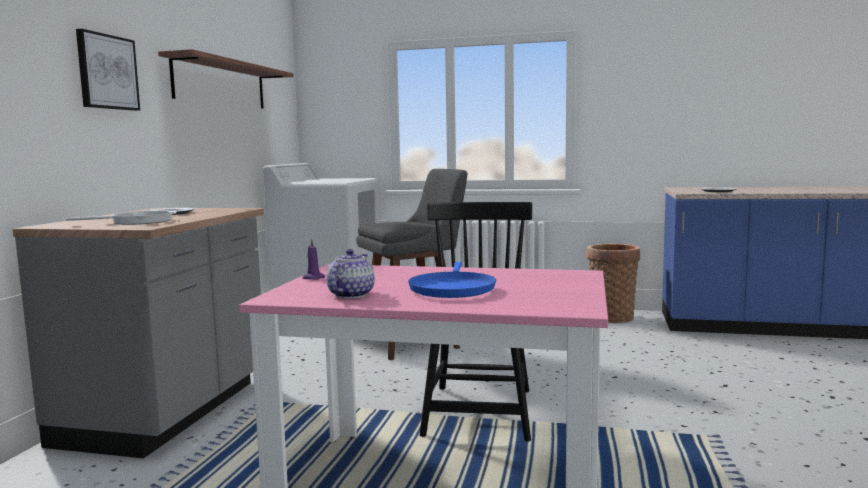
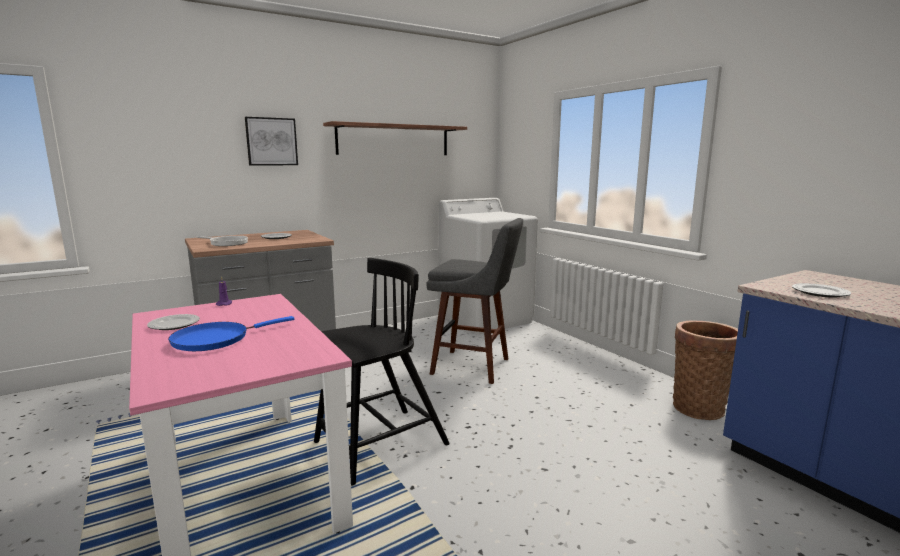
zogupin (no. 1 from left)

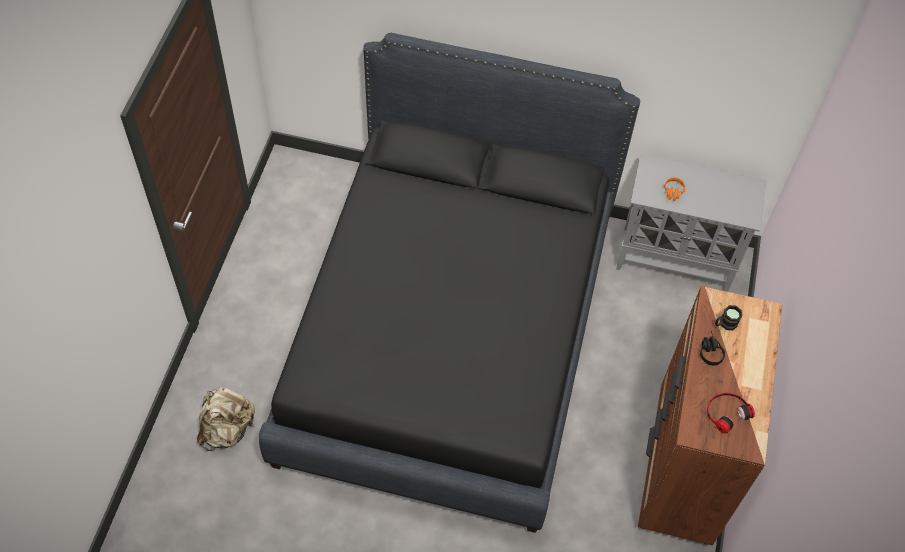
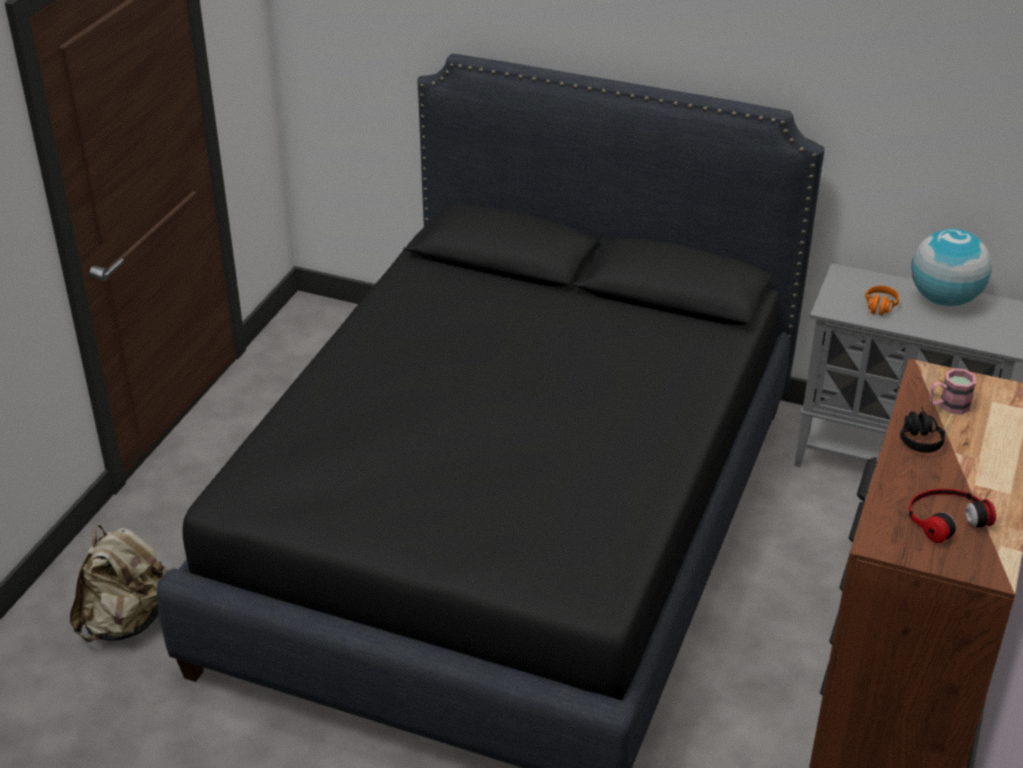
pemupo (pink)
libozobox

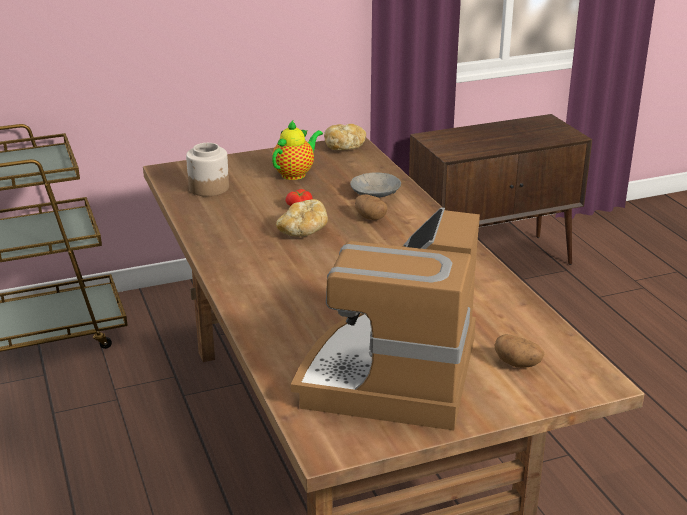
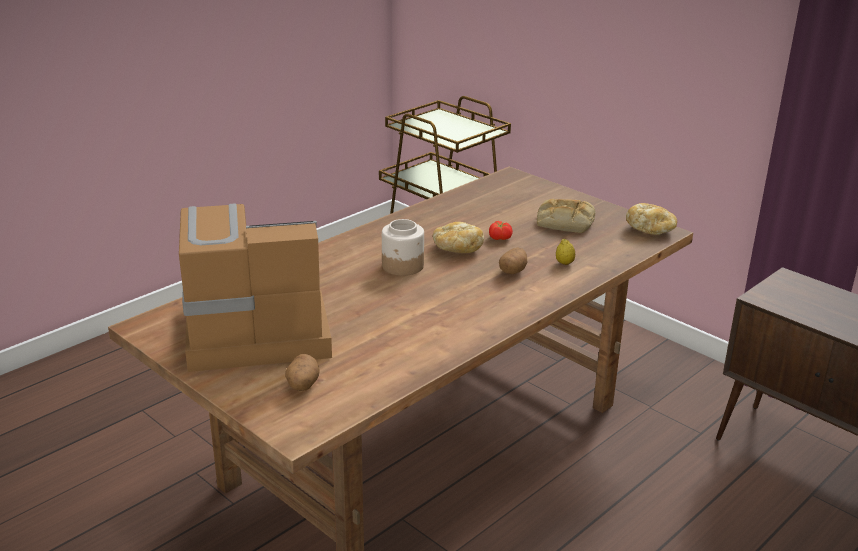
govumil
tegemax (no. 2 from left)
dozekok

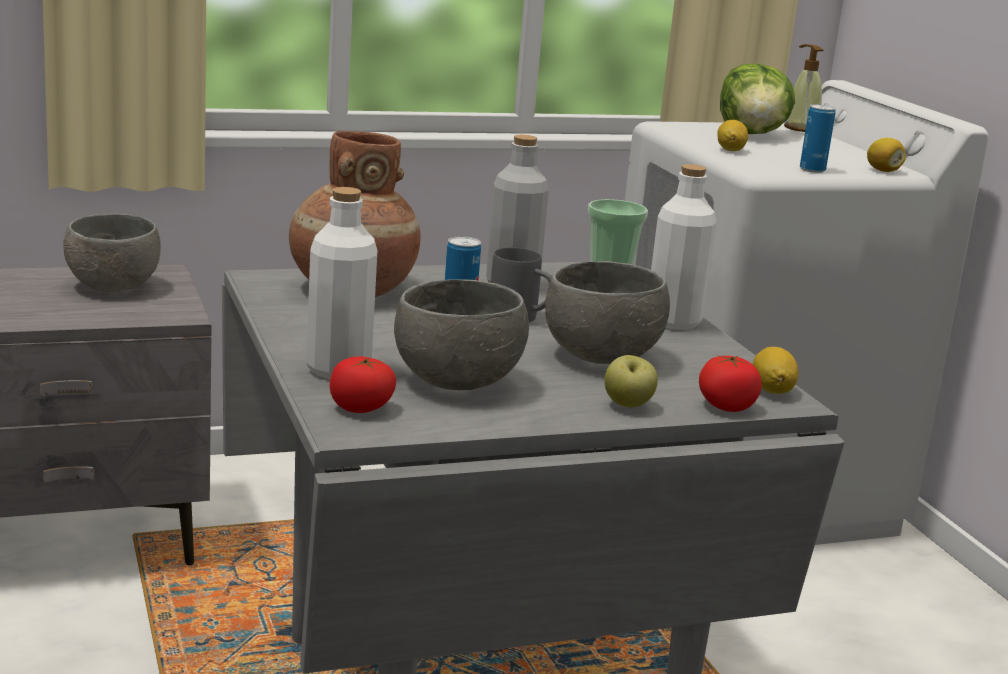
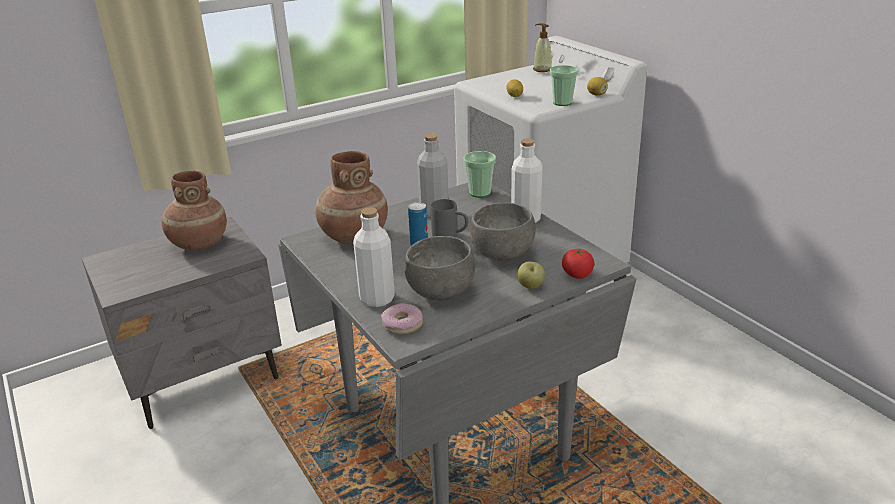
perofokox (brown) (no. 1 from left)
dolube
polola
dozekok (no. 2 from left in the first image)
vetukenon (no. 2 from left)

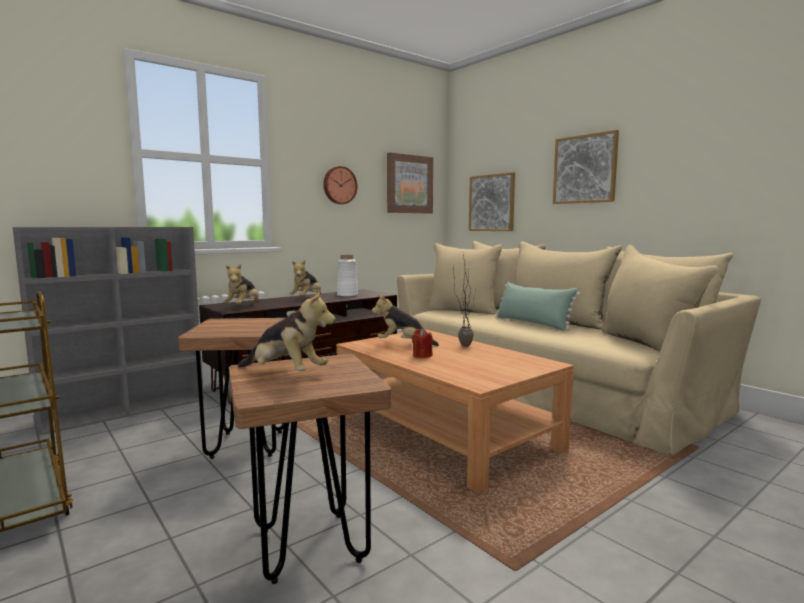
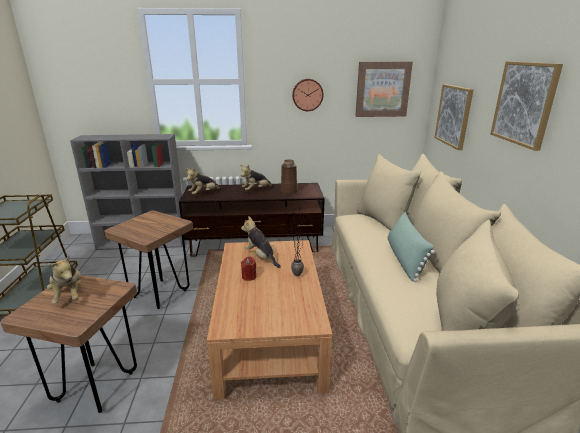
perofokox (brown)

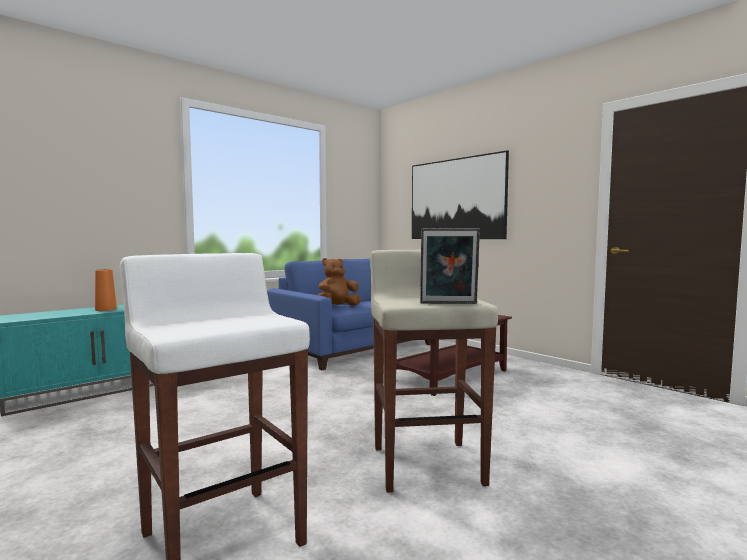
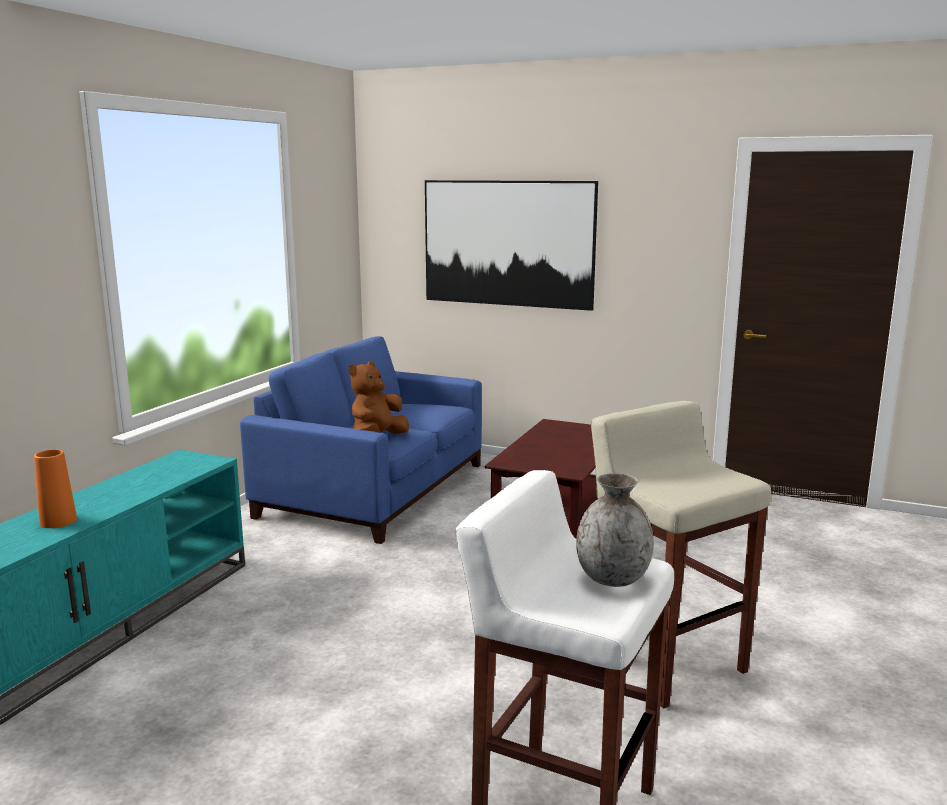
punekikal
perofokox (grey)

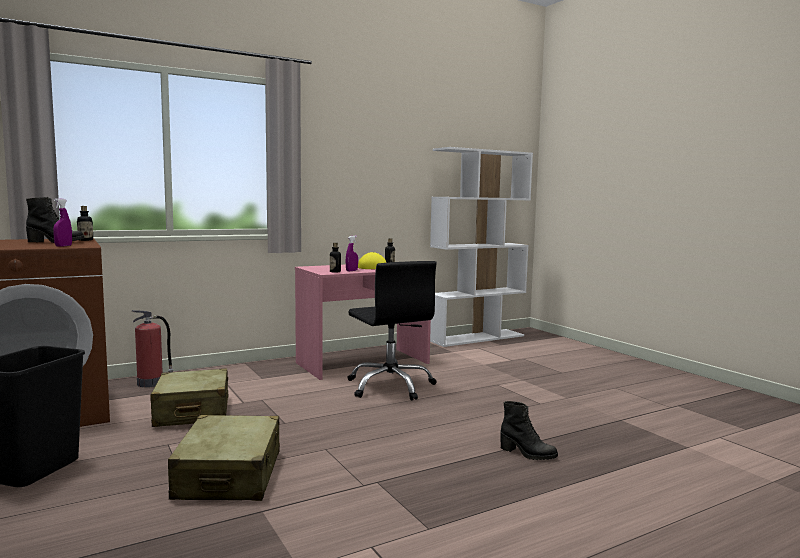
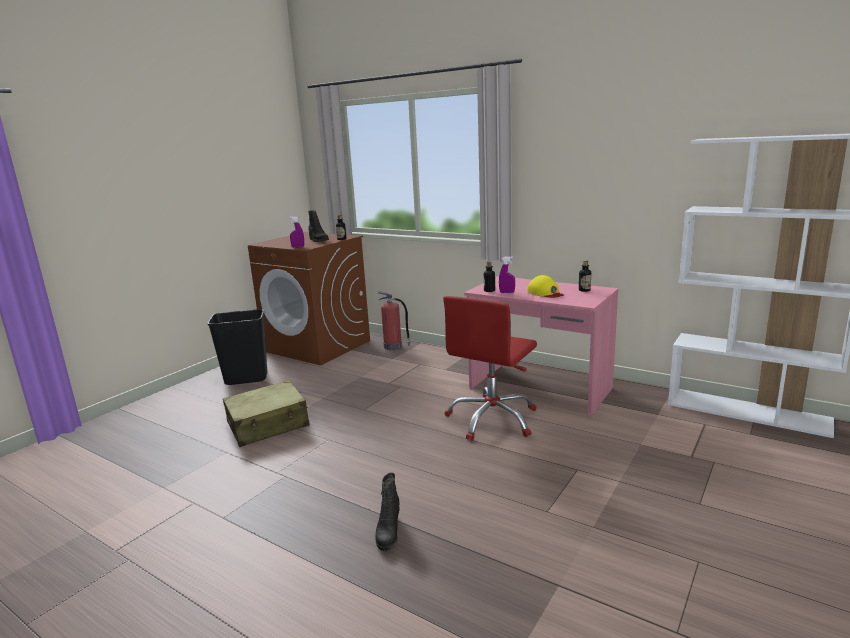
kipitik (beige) (no. 1 from left in the first image)
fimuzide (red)

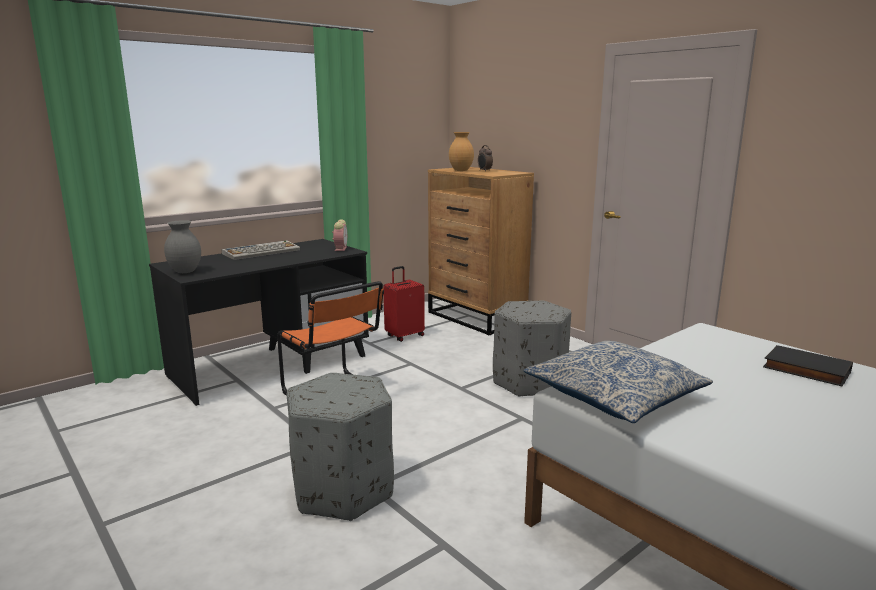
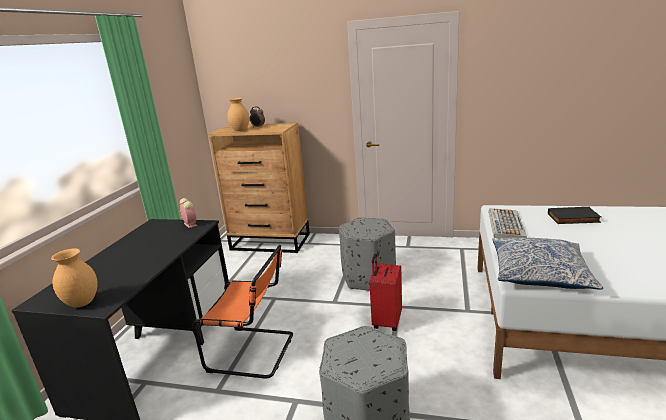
perofokox (brown) (no. 1 from left)
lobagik
kipitik (red)

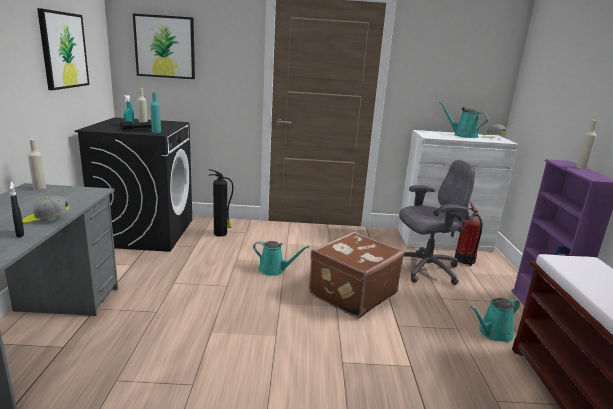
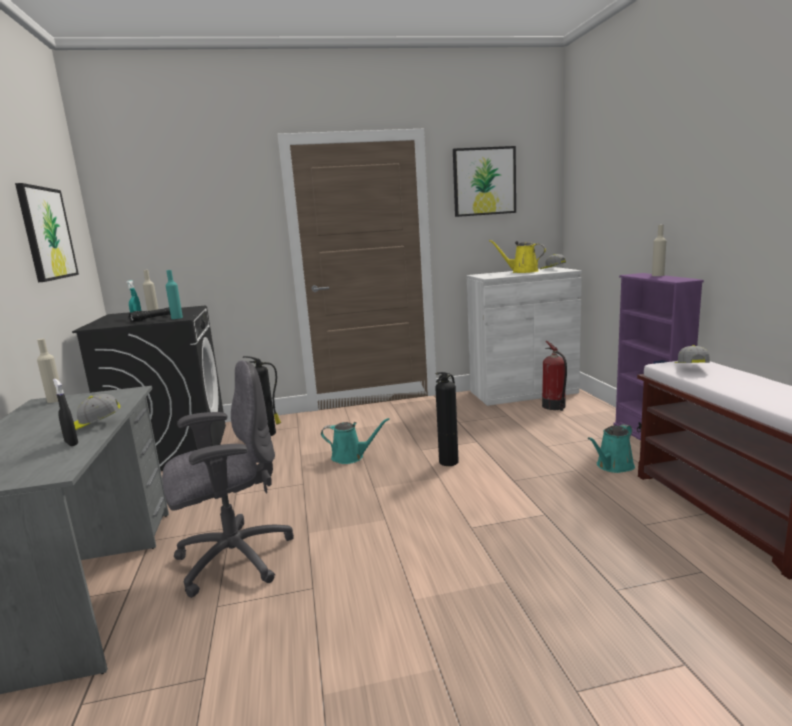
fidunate (no. 2 from left)
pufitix (no. 2 from left)
fimuzide (grey)
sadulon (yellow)
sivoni (no. 3 from left)

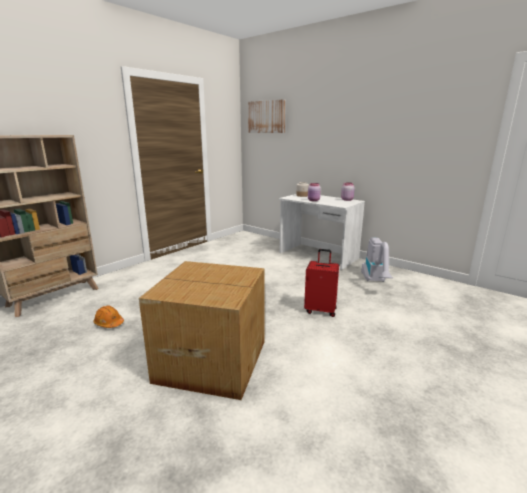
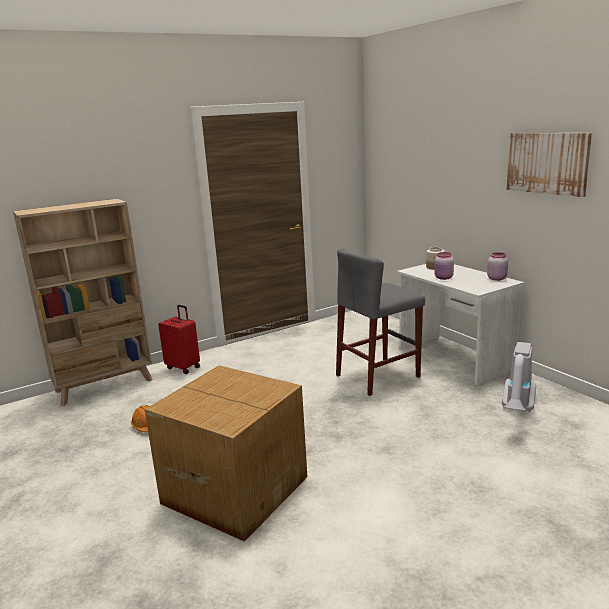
fidunate
kipitik (red)
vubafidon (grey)

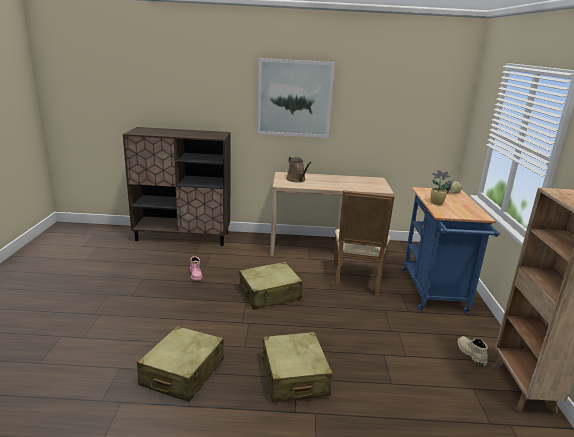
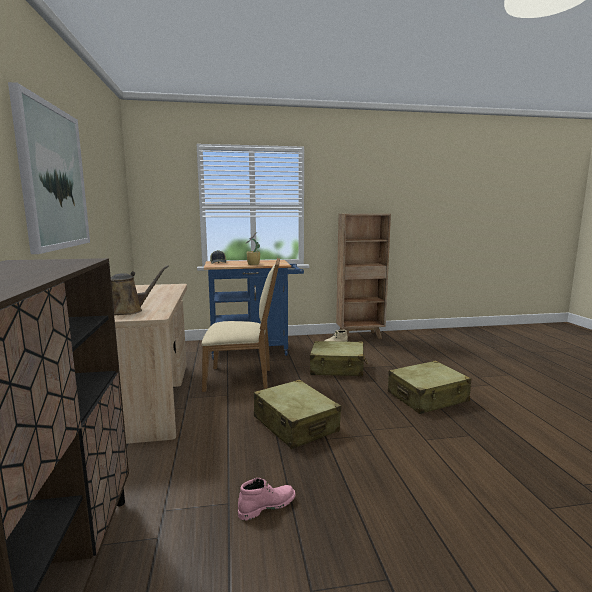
kipitik (beige) (no. 2 from left)

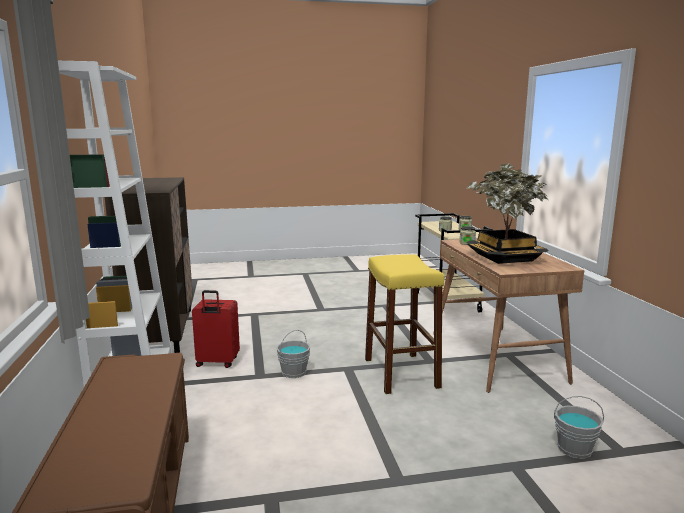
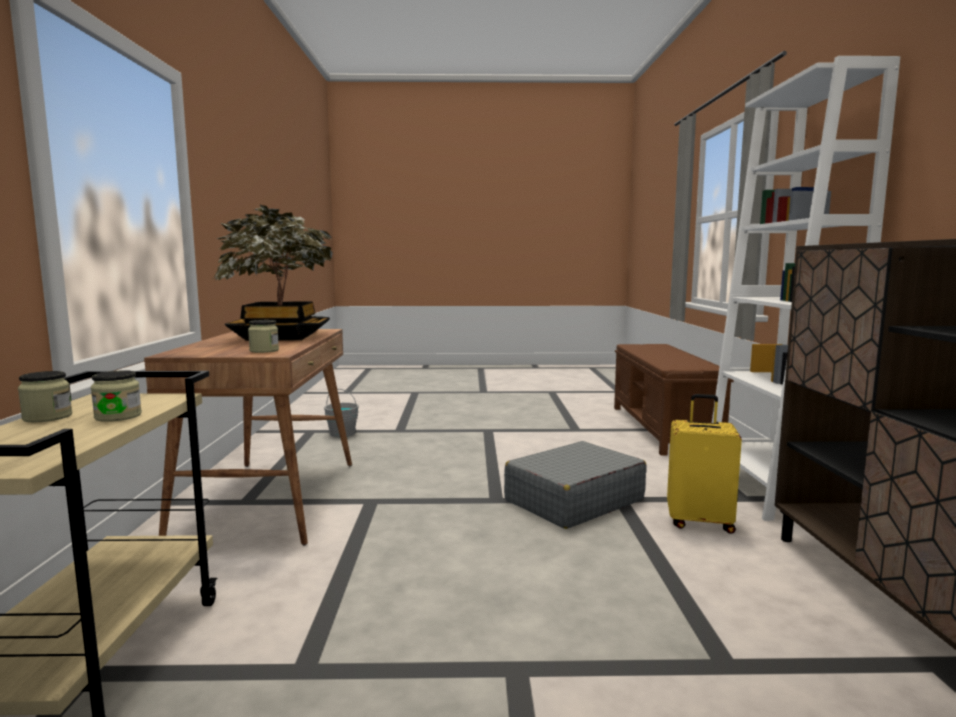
kipitik (yellow)
kipitik (grey)
vubafidon (yellow)

